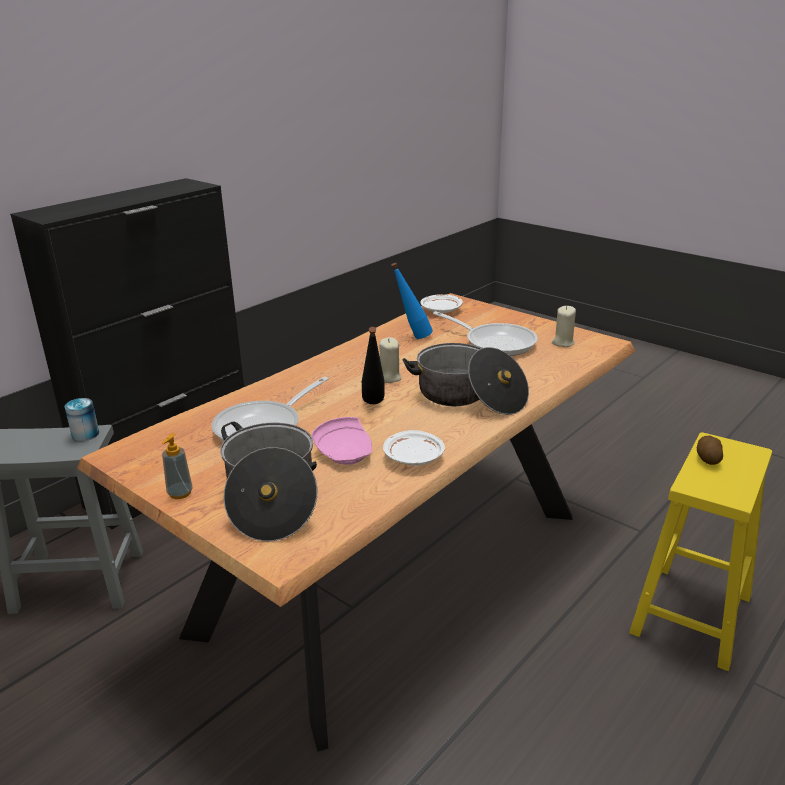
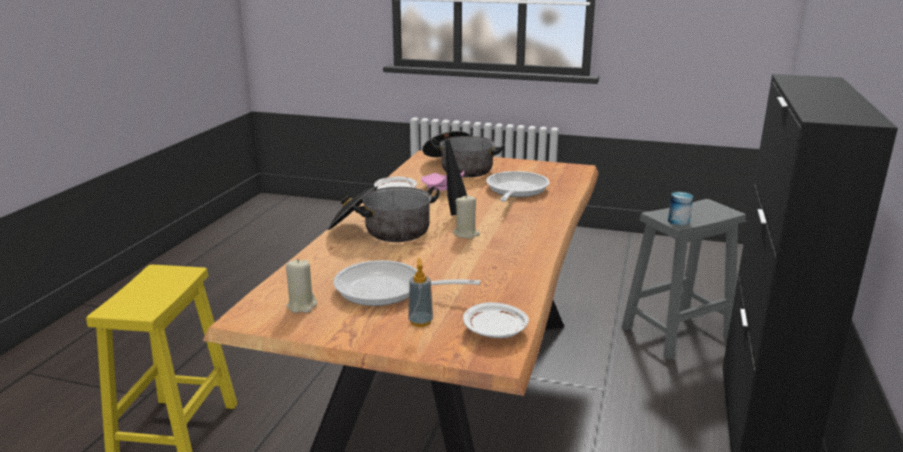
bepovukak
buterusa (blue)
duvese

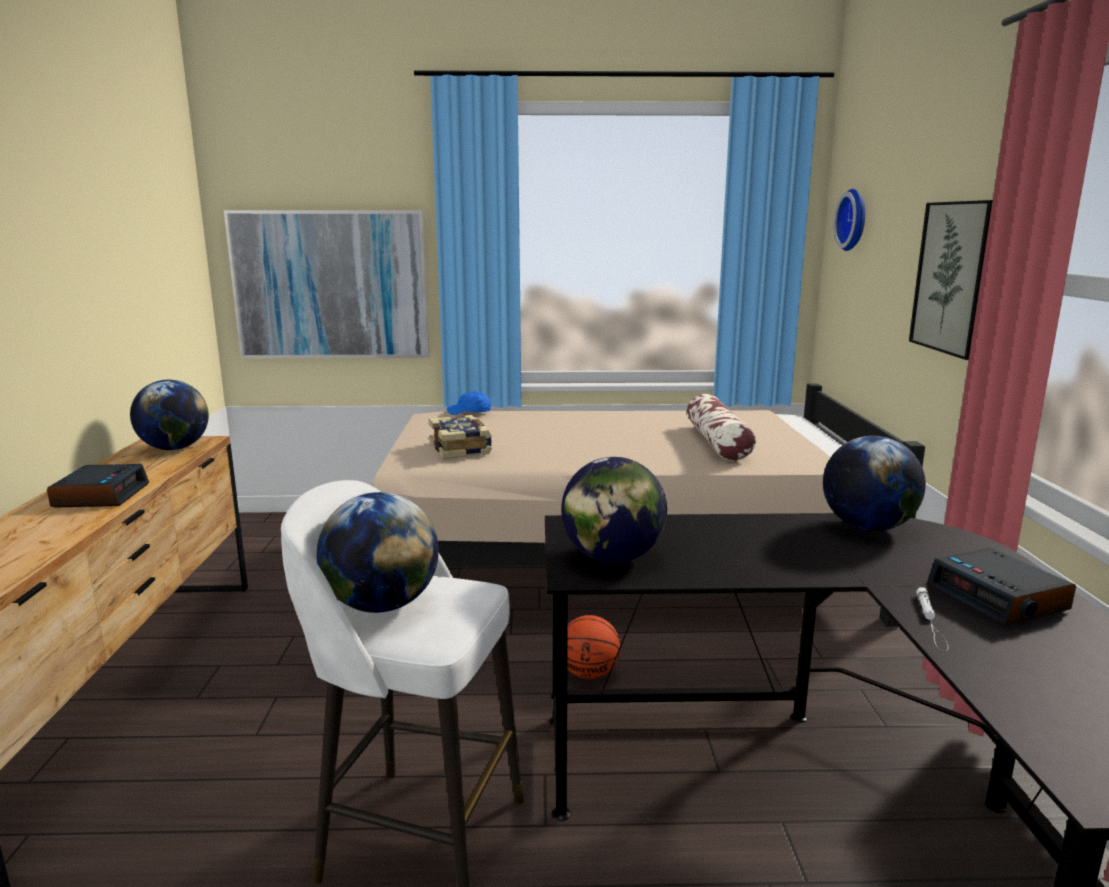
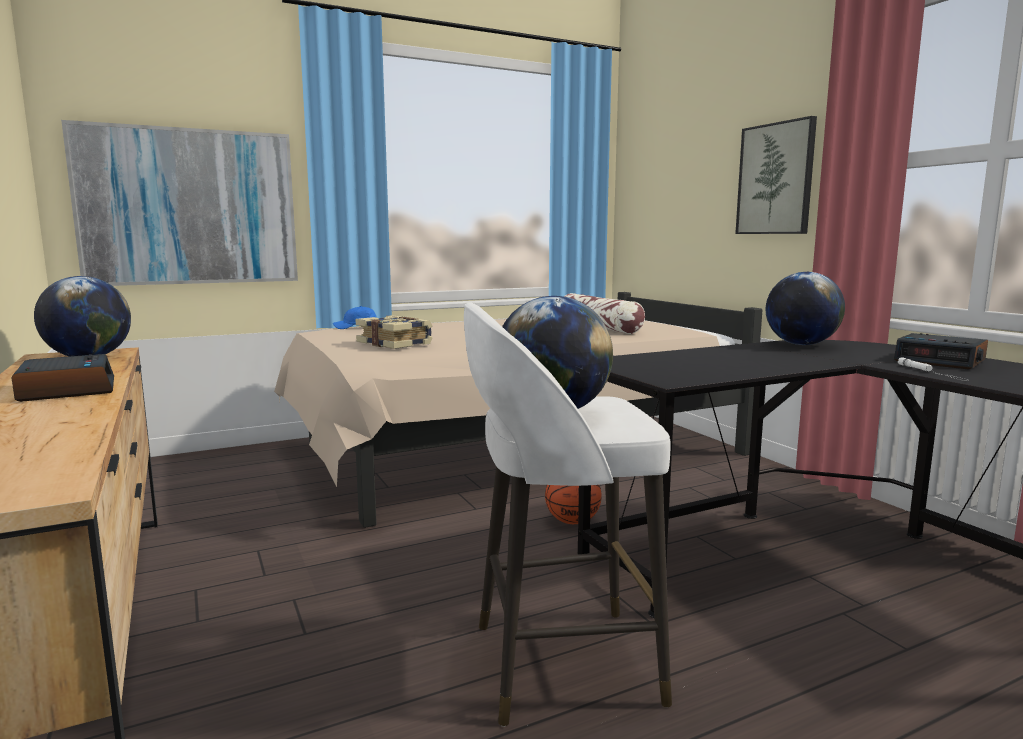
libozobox (no. 3 from left in the first image)
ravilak

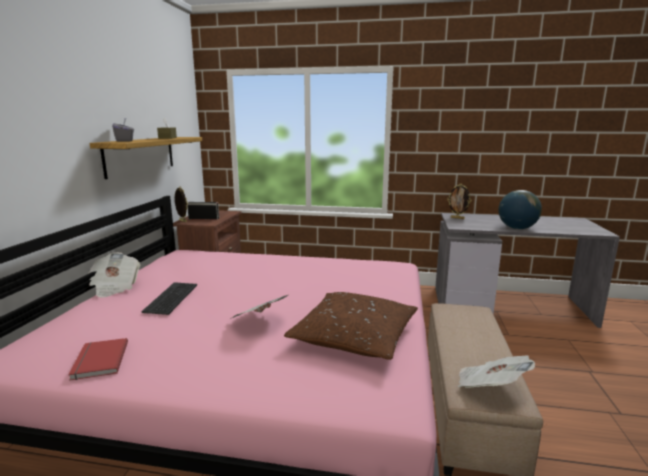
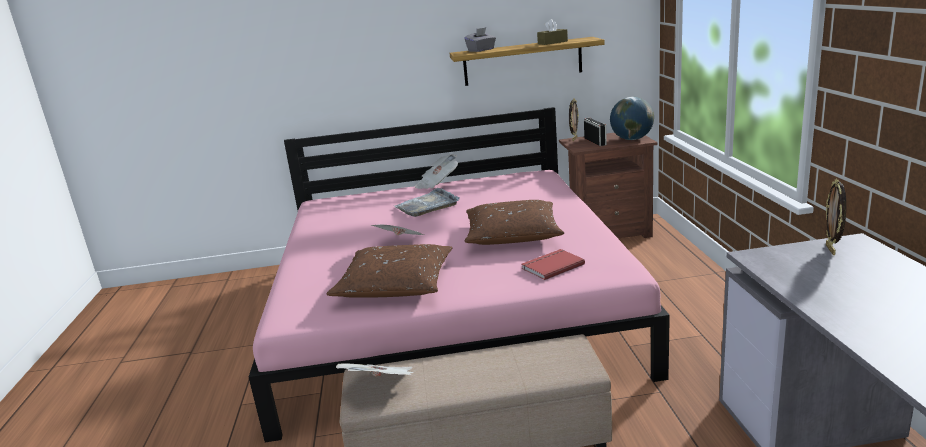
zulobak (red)
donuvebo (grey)
libozobox
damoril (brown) (no. 2 from left)

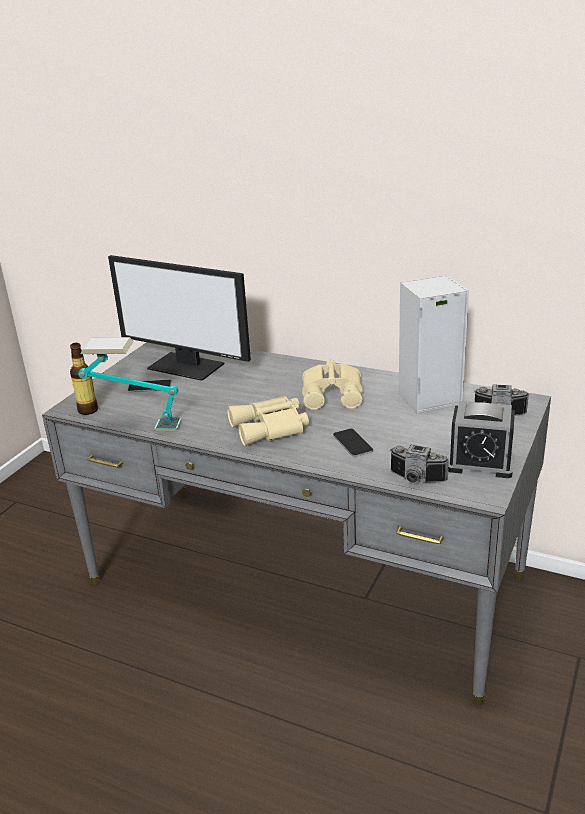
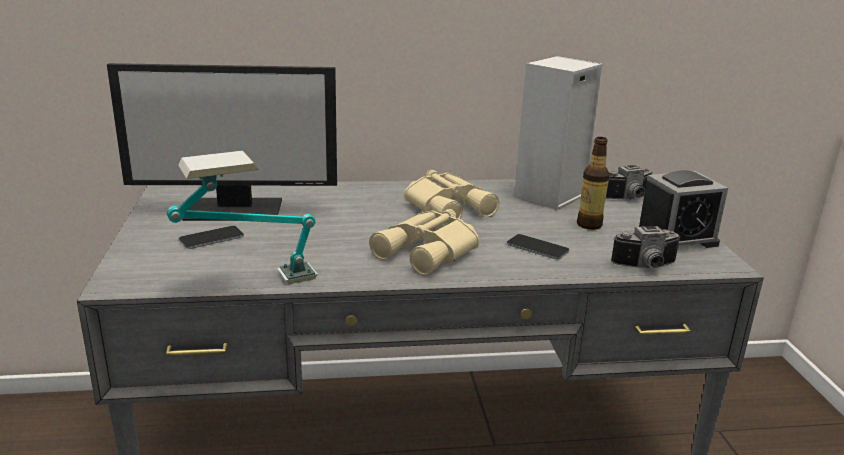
buterusa

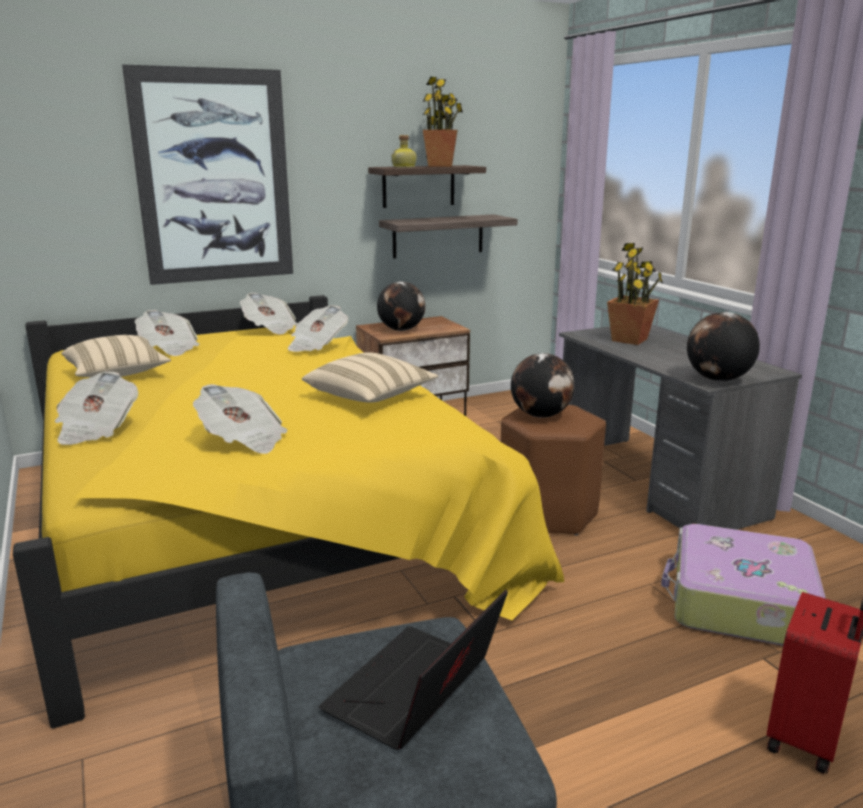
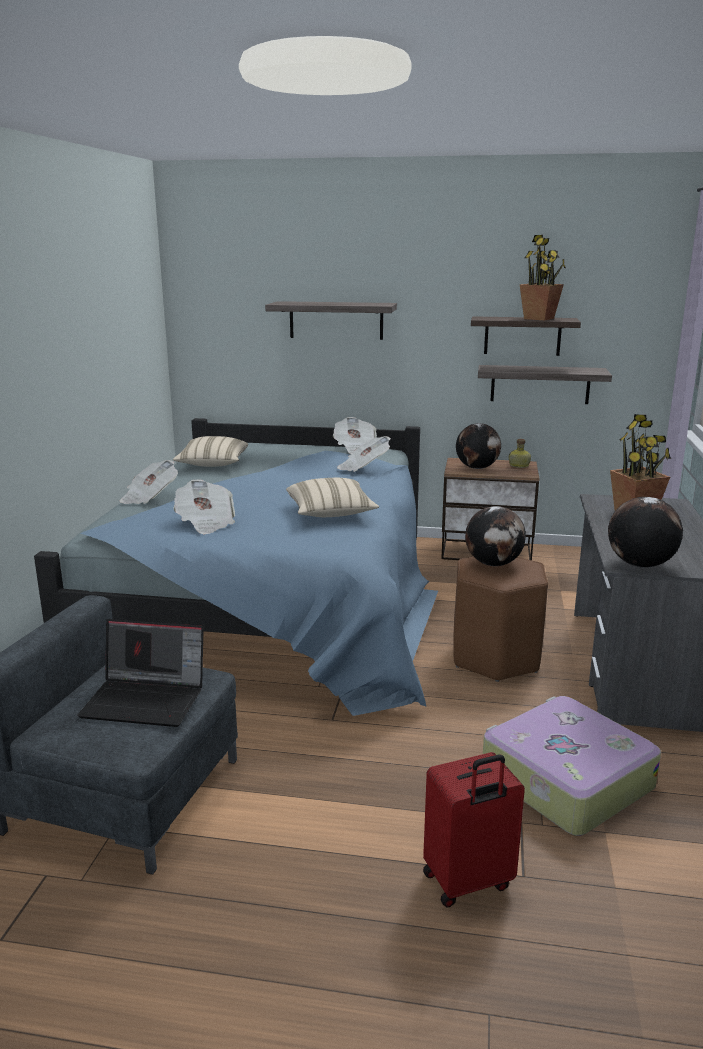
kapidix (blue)
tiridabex (no. 1 from left)
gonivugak (no. 2 from left in the first image)
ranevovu
buterusa

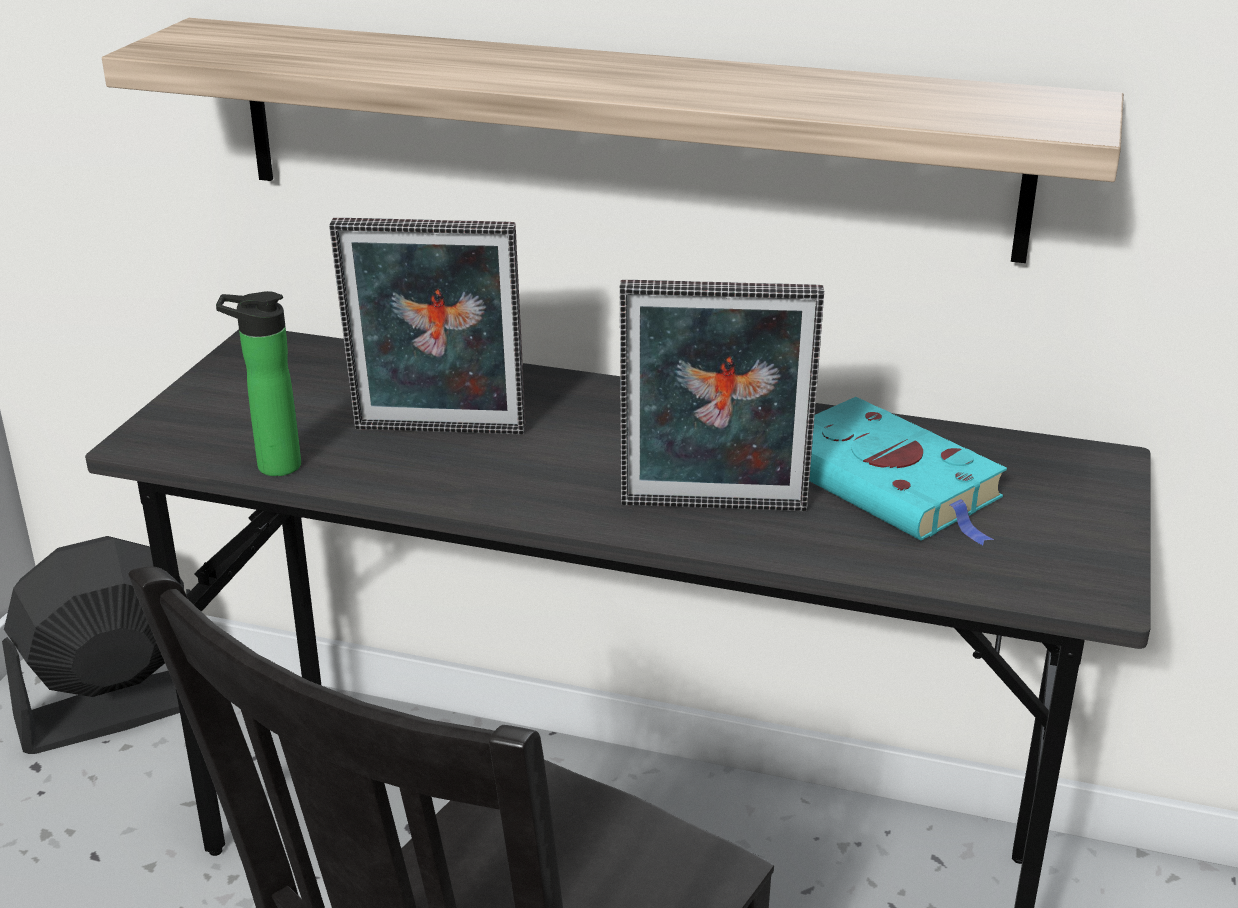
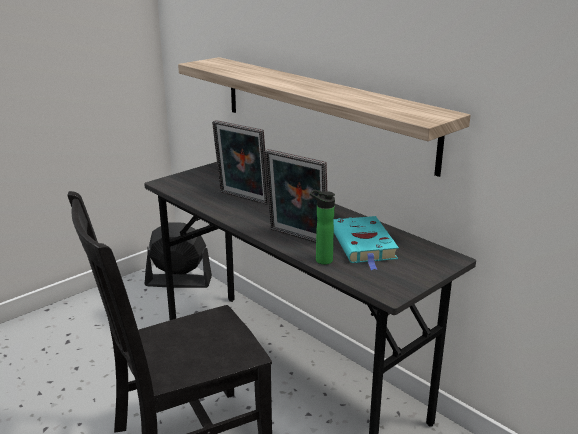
buterusa

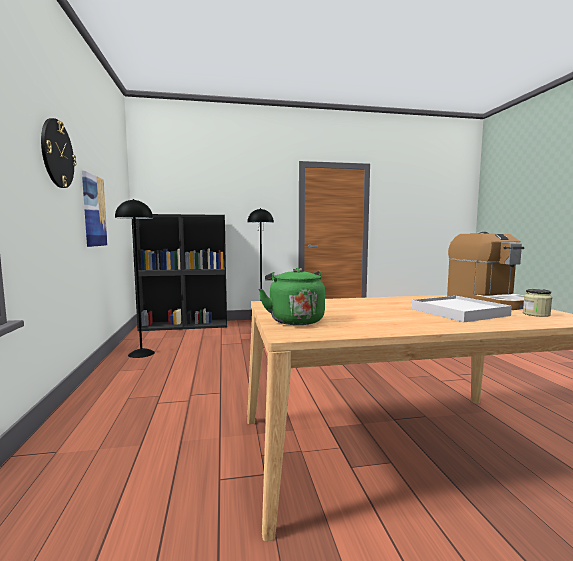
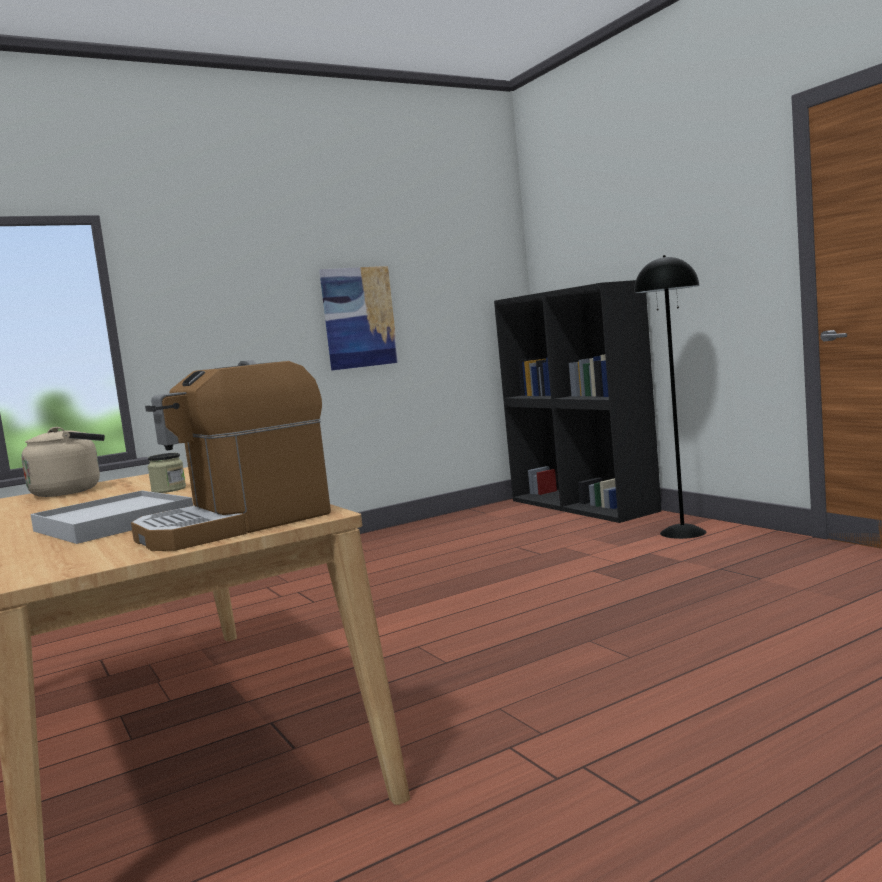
ravilak
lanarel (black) (no. 1 from left in the first image)
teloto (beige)
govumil

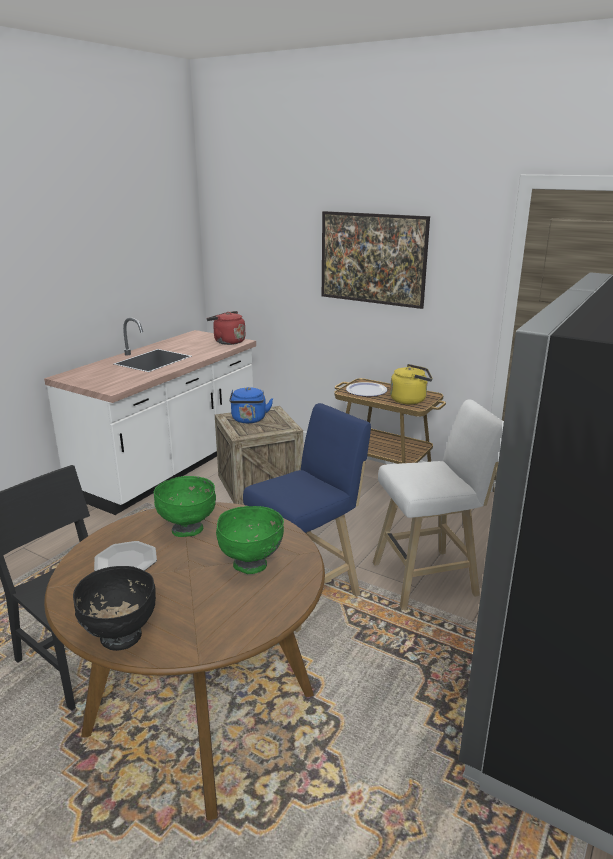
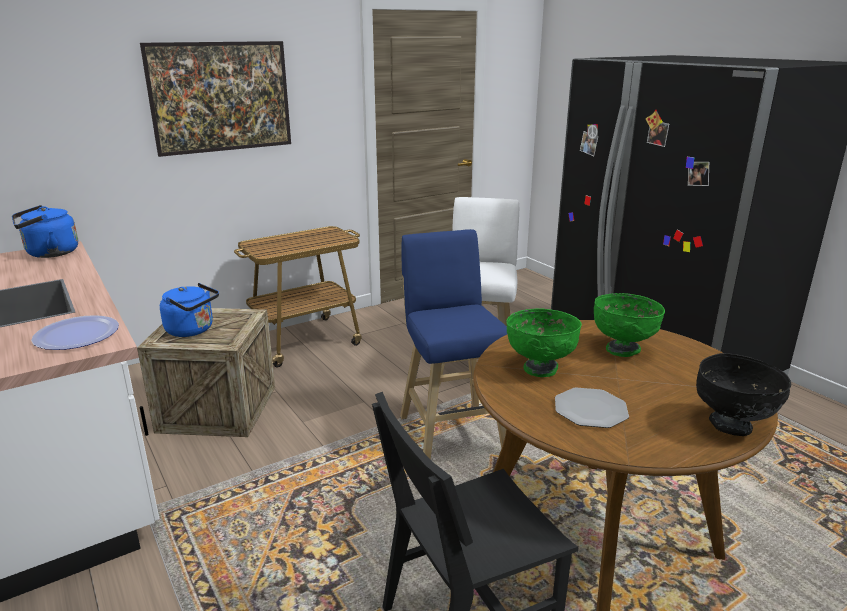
teloto (blue) (no. 1 from left)
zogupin (no. 1 from left)
teloto (yellow)

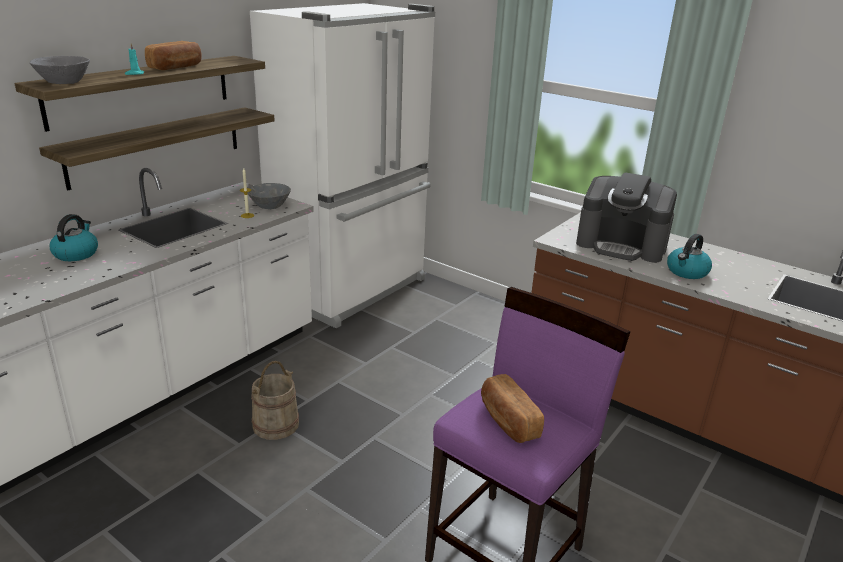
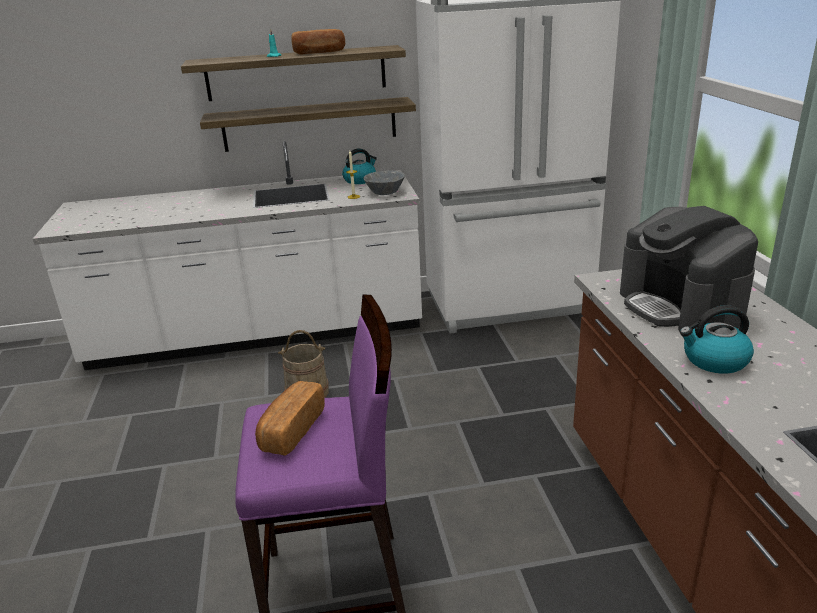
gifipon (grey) (no. 1 from left in the first image)
teloto (no. 1 from left)

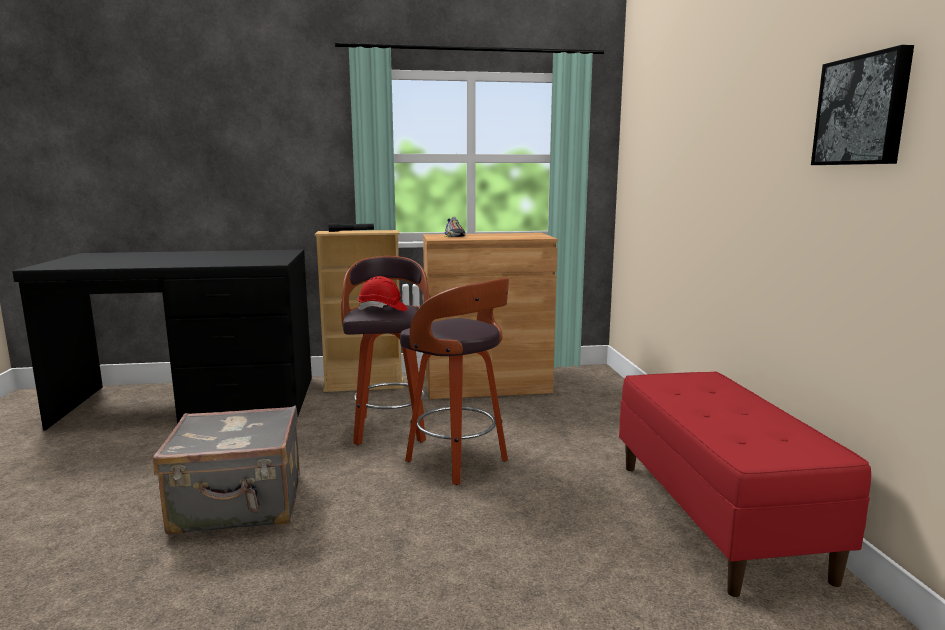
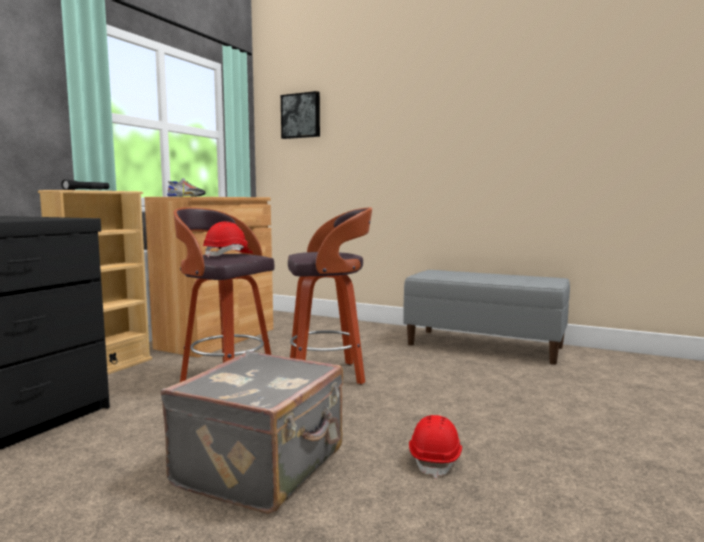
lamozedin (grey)
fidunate
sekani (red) (no. 2 from left)

